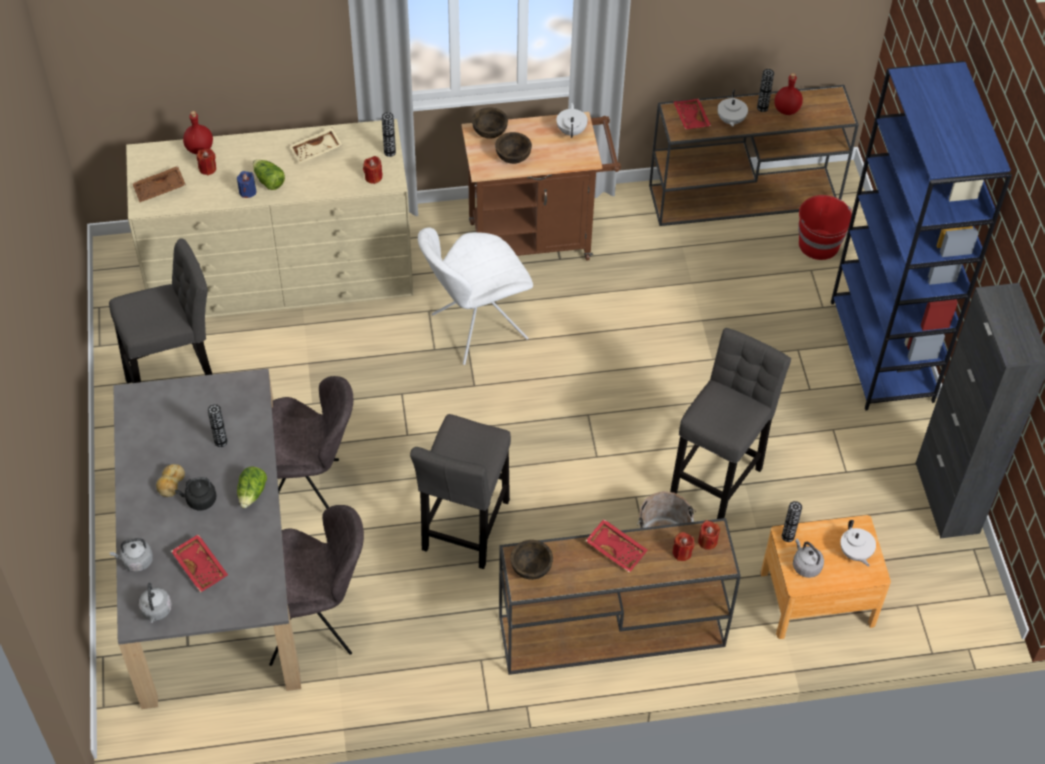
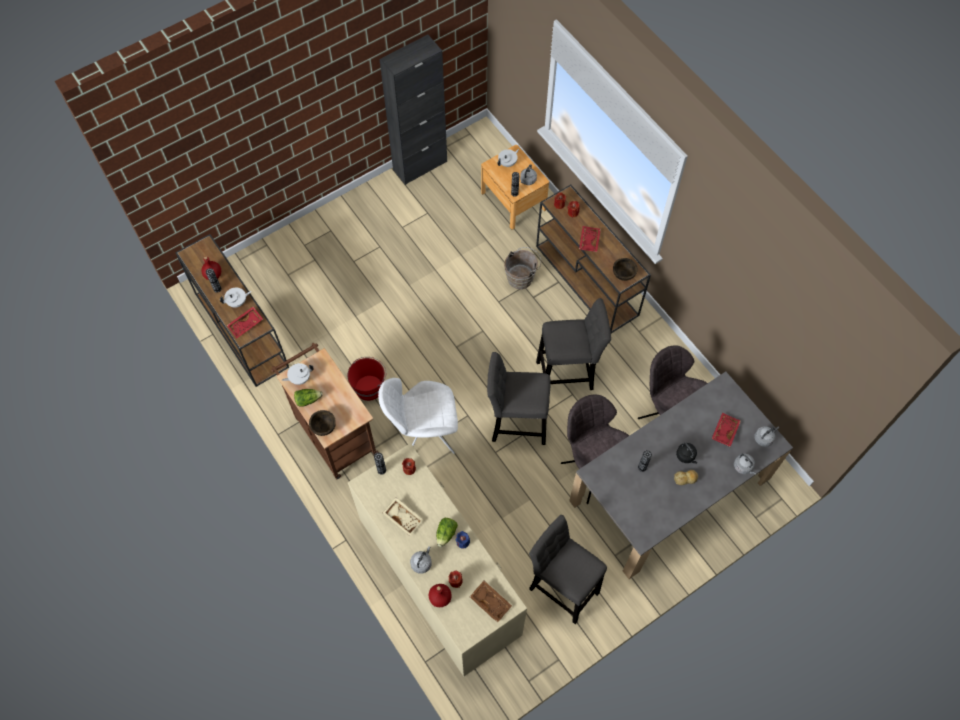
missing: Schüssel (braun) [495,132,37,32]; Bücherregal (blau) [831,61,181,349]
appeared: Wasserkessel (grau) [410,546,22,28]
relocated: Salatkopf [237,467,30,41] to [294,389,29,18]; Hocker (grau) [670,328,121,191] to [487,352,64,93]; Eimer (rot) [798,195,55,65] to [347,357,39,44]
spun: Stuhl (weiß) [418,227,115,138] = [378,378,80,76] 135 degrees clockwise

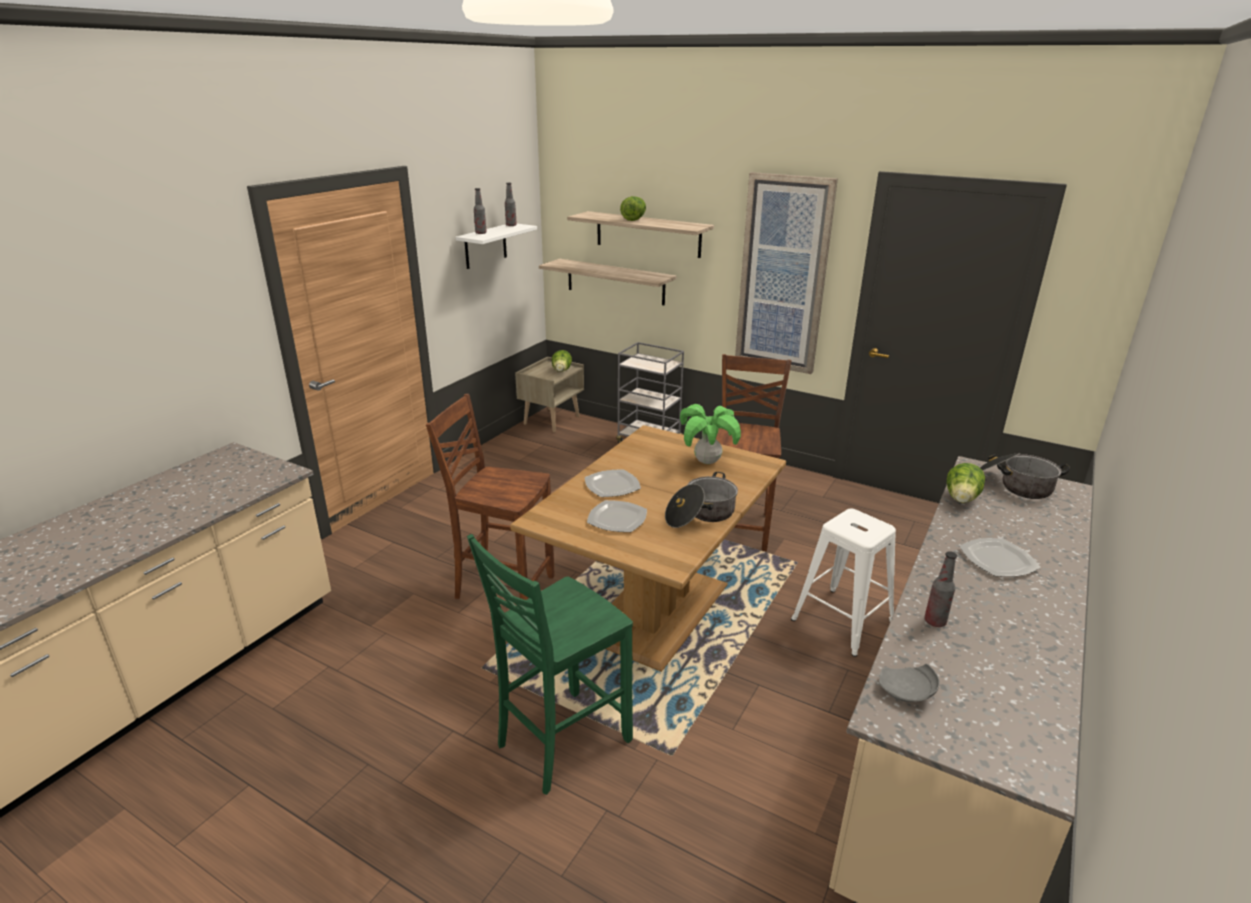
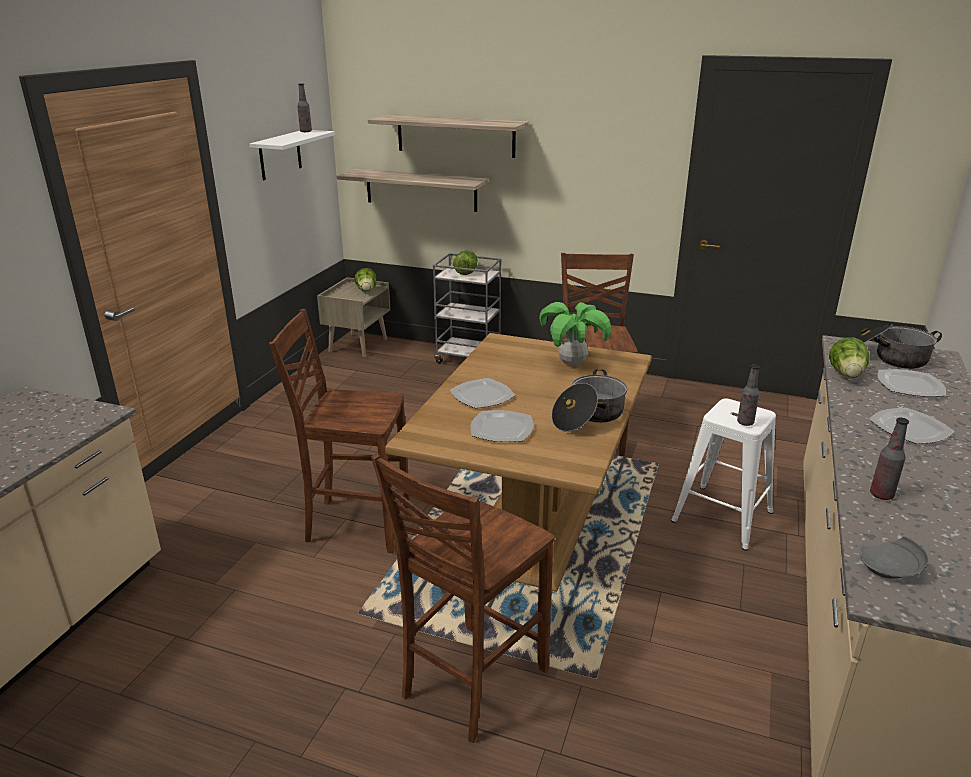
missing: Bild [735,172,103,202]
appeared: Teller [878,369,68,28]
relocated: Flasche [474,188,13,46] to [737,365,23,61]; Salatkopf [620,196,26,25] to [453,250,25,25]
colour: Stuhl (grün) [467,534,166,261] to Stuhl (braun) [371,454,184,289]

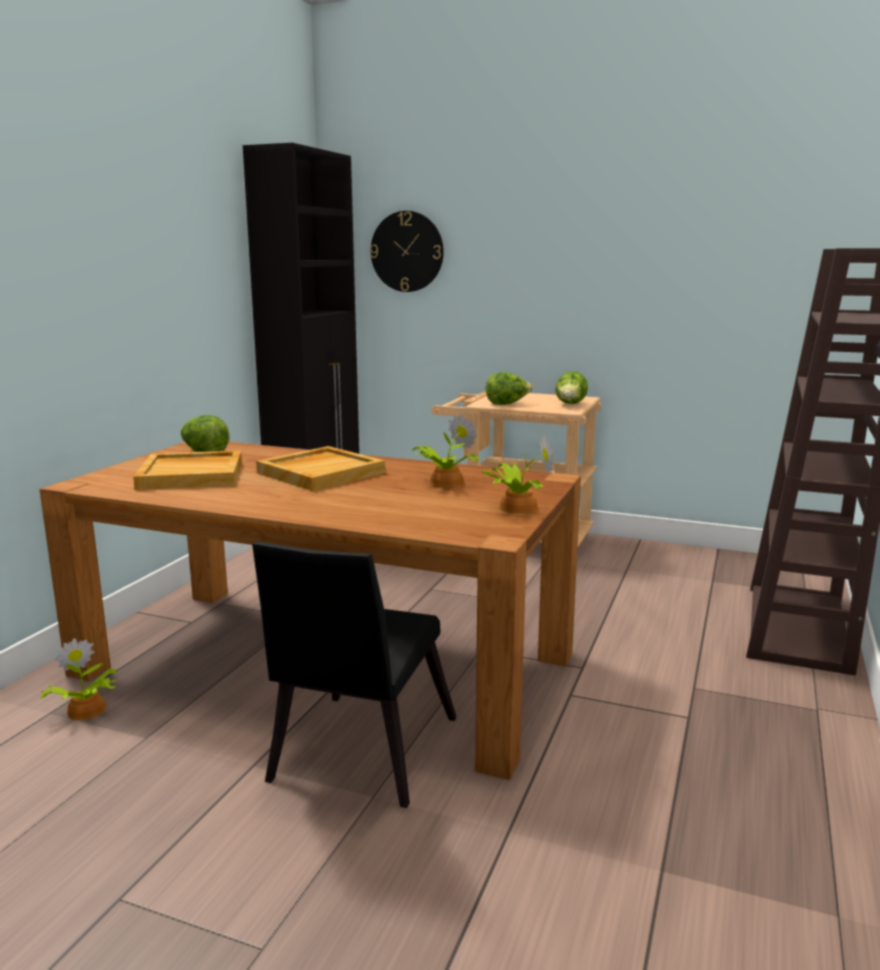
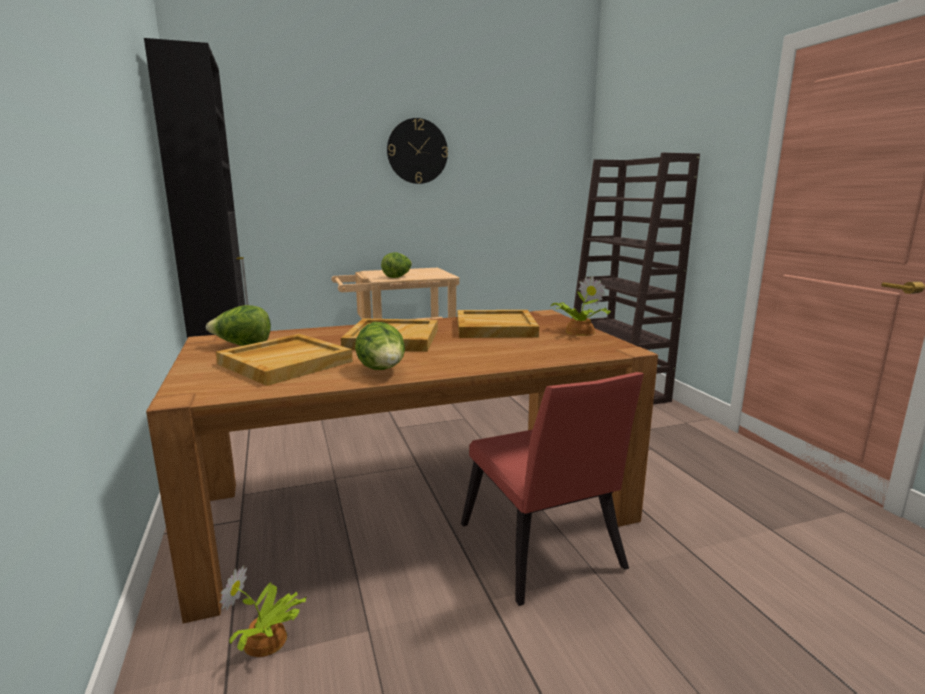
relocated: Wanduhr [370,211,74,81] to [387,118,61,66]; Salatkopf [555,371,33,33] to [355,322,50,48]
exchanged: Topfpflanze [412,414,68,74] to Tablett (beige) [457,310,82,28]
colour: Stuhl (schwarz) [252,541,205,267] to Stuhl (rot) [461,372,183,234]

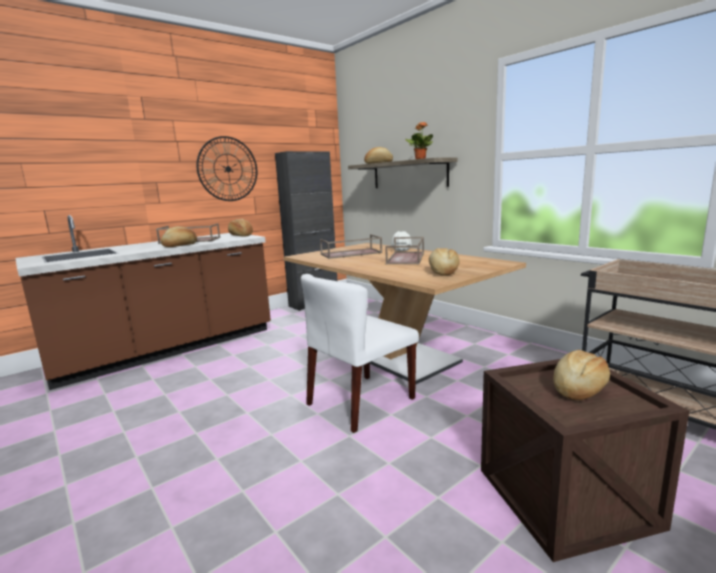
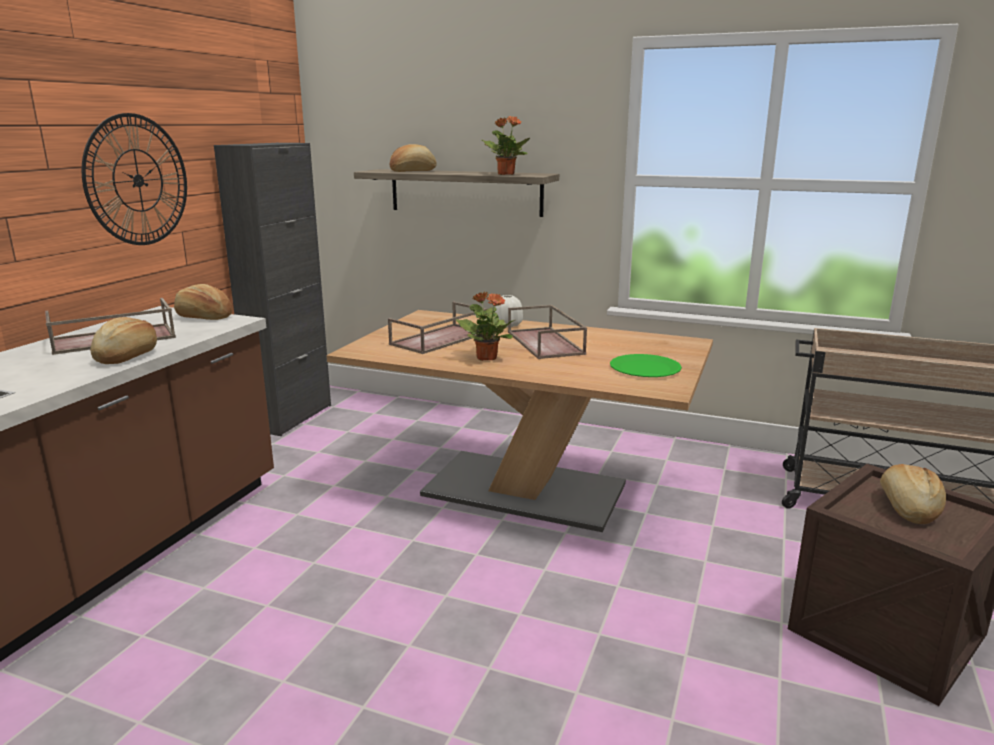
missing: Stuhl (weiß) [301,274,118,159]
appeared: Topfpflanze [456,292,59,69]
exchanged: Brot [429,248,31,28] to Teller (grün) [610,354,72,23]

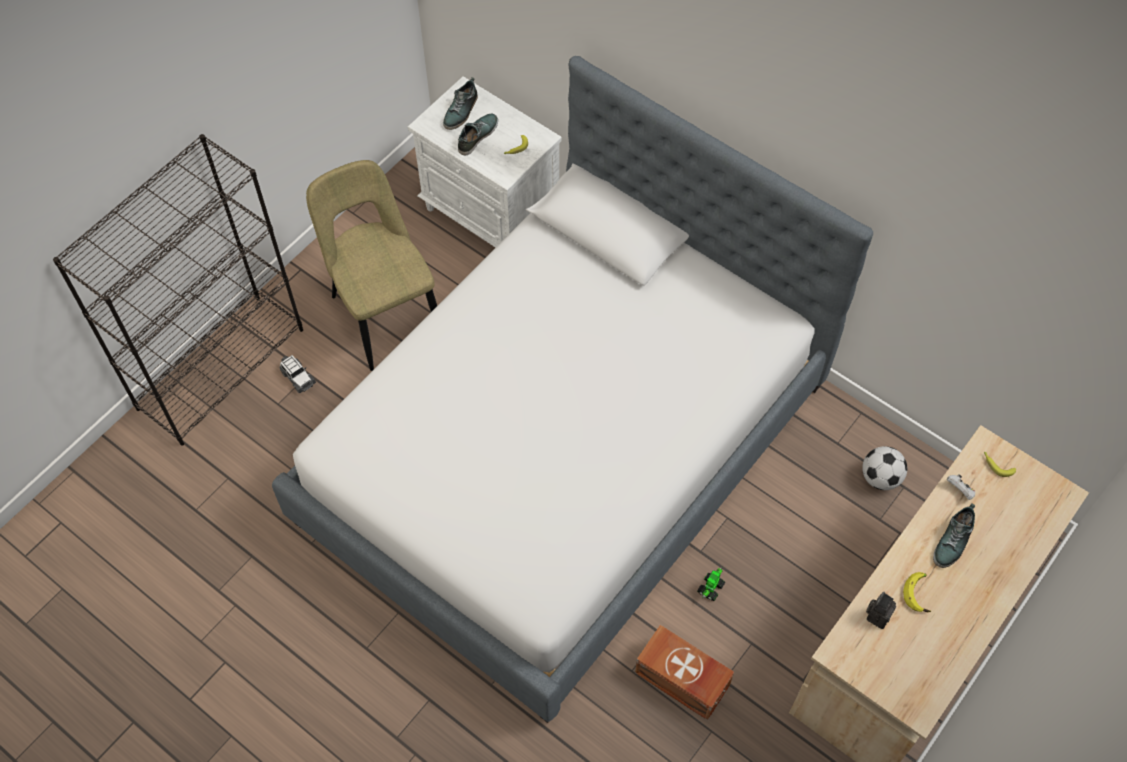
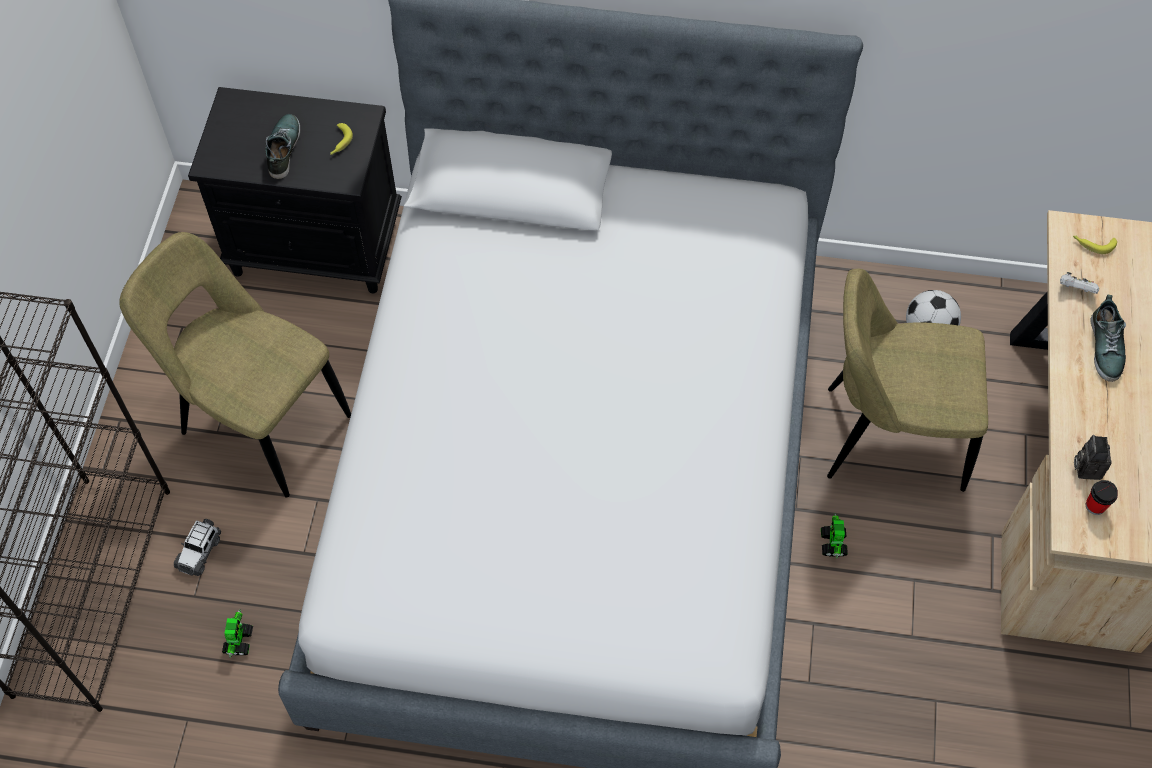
missing: Schuh [443,77,35,53]; Aufbewahrungsbox (braun) [635,625,99,95]; Banane [903,572,28,40]
appeared: Spielzeugroboter [222,609,31,49]; Stuhl (beige) [827,269,161,223]; Tasse [1086,480,32,35]
colour: Nachttisch (weiß) [408,76,154,172] to Nachttisch (schwarz) [188,87,214,206]
spun: Spielzeugauto [279,355,37,38] = [174,519,47,57] 90 degrees clockwise

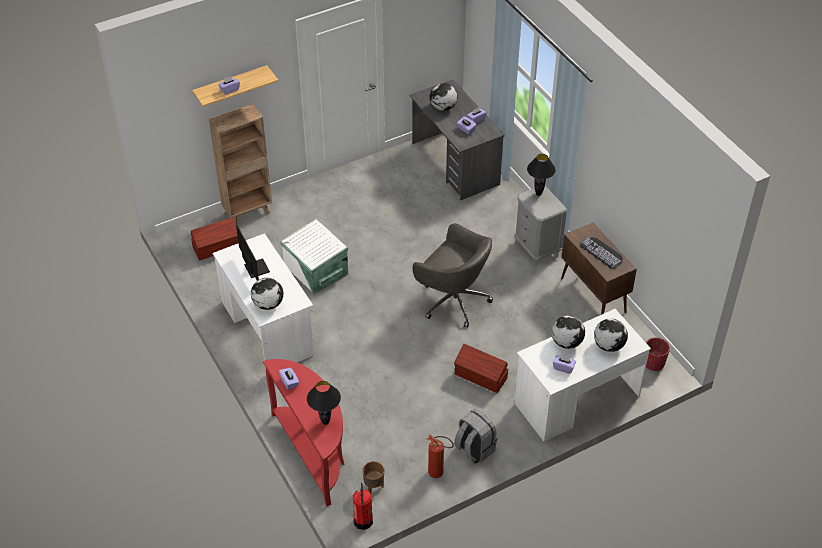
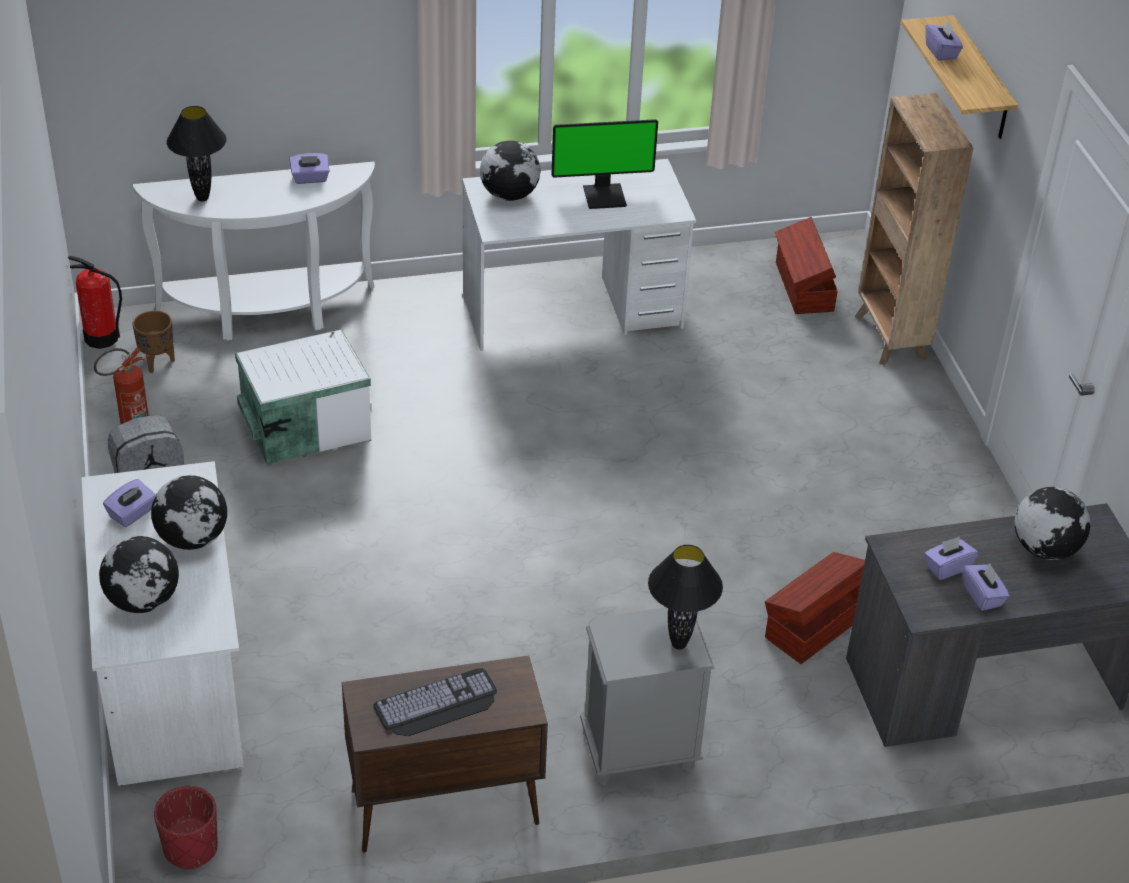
missing: Bürostuhl (grau) [412,223,81,105]
relocated: Aufbewahrungsbox (weiß) [281,219,67,75] to [235,329,137,137]; Aufbewahrungsbox (braun) [454,344,54,49] to [765,552,100,112]
colour: Konsolentisch (rot) [263,359,81,147] to Konsolentisch (weiß) [133,162,242,178]

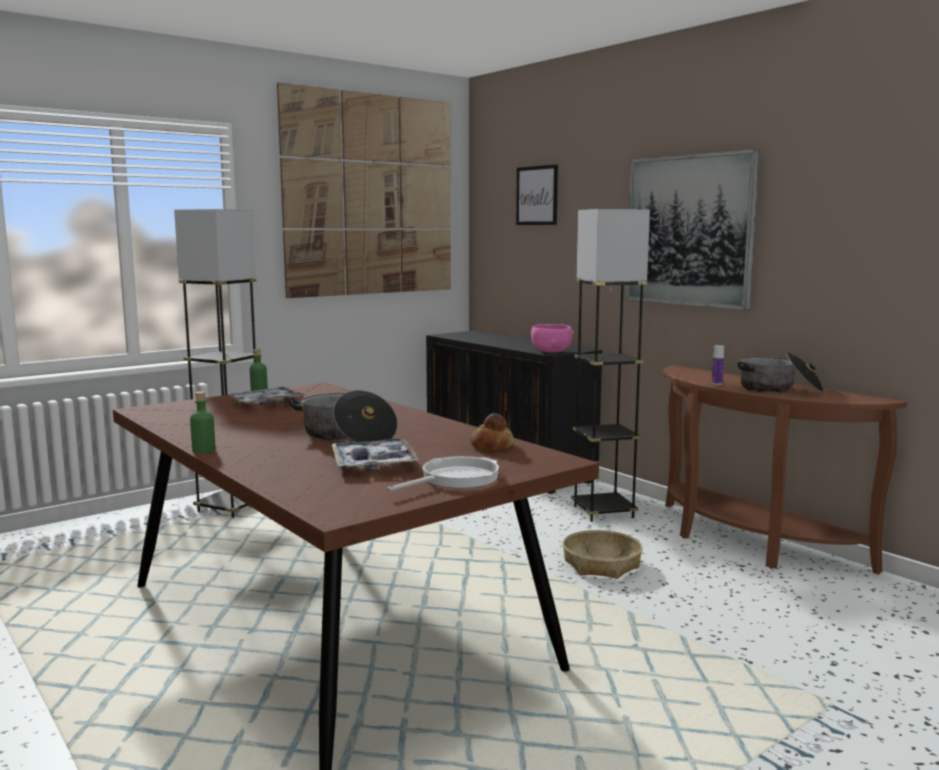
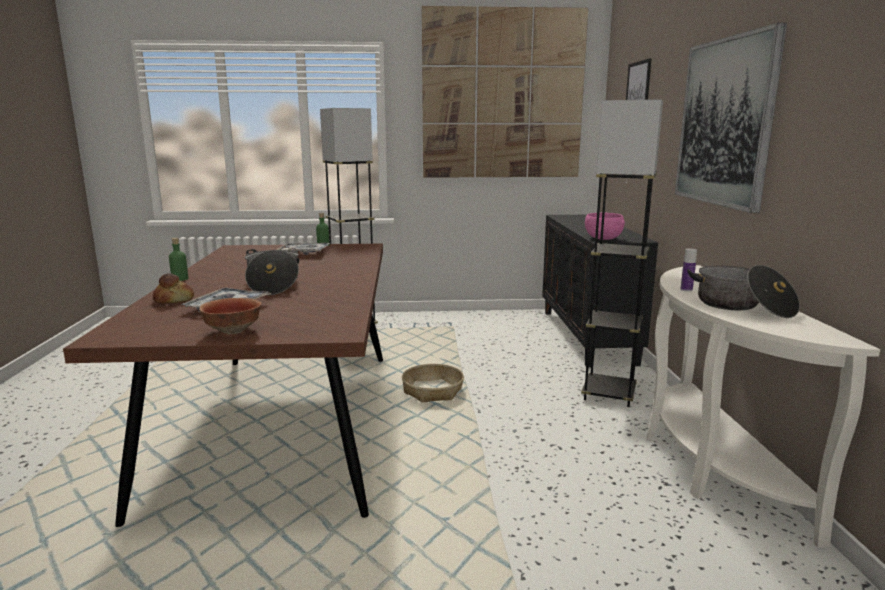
relocated: Brot [470,413,44,38] to [153,273,41,31]; Korb [562,530,81,49] to [402,364,62,38]
exchanged: Pfanne [386,456,113,36] to Schüssel [199,298,63,37]
colour: Konsolentisch (braun) [663,365,244,209] to Konsolentisch (weiß) [646,265,234,284]

